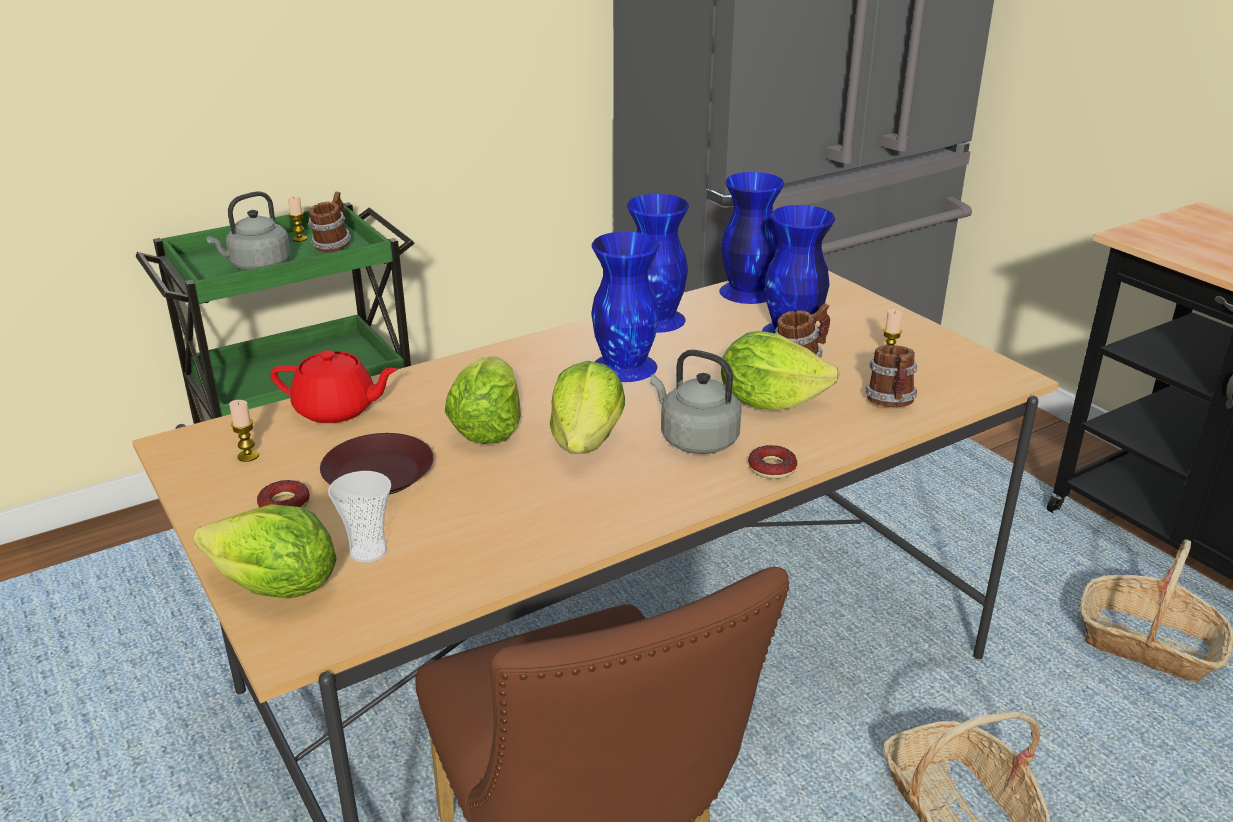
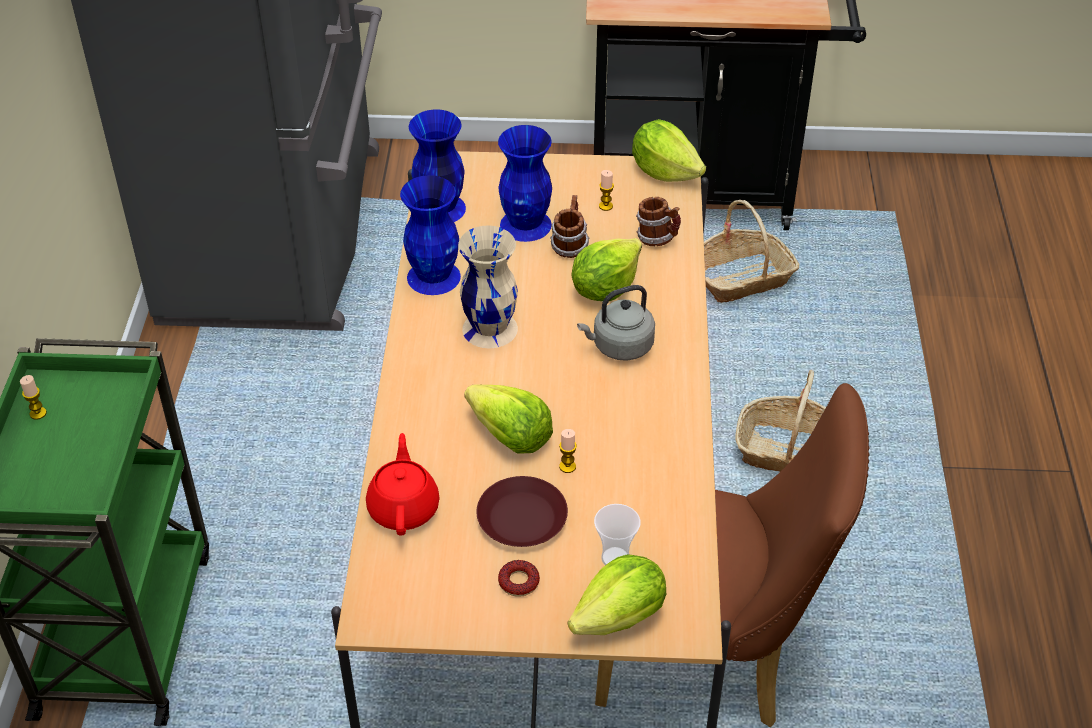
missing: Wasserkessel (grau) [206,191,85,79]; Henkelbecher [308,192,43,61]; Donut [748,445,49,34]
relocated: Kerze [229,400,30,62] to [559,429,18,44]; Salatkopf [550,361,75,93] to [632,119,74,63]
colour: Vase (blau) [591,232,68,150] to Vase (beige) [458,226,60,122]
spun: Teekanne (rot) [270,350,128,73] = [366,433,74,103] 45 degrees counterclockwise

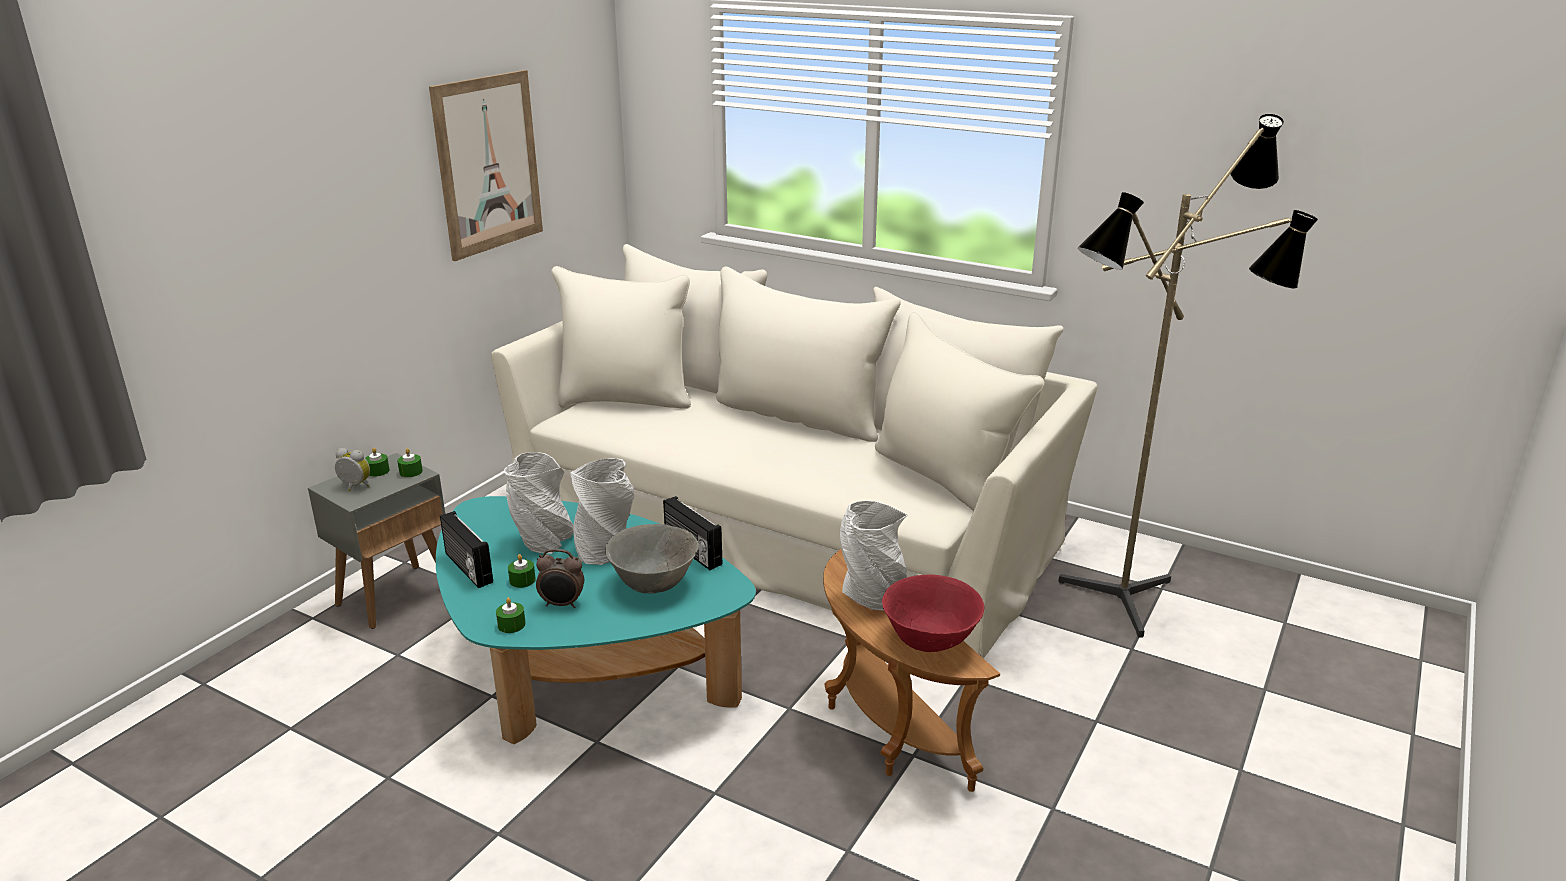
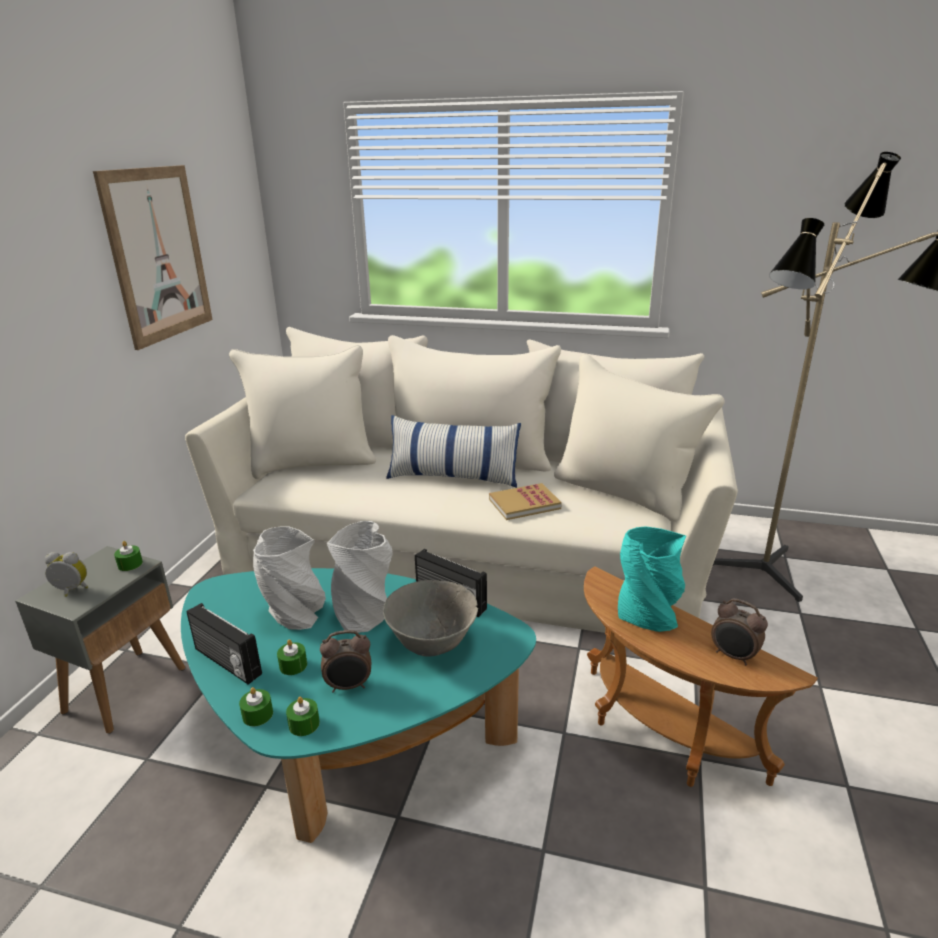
appeared: Kissen [386,415,135,73]; Buch [489,483,73,37]
relocated: Kerze (grün) [365,448,25,29] to [239,687,34,39]
exchanged: Schüssel (rot) [882,575,102,77] to Wecker [711,598,57,67]
colour: Vase (grau) [840,501,68,110] to Vase (türkis) [618,526,68,106]

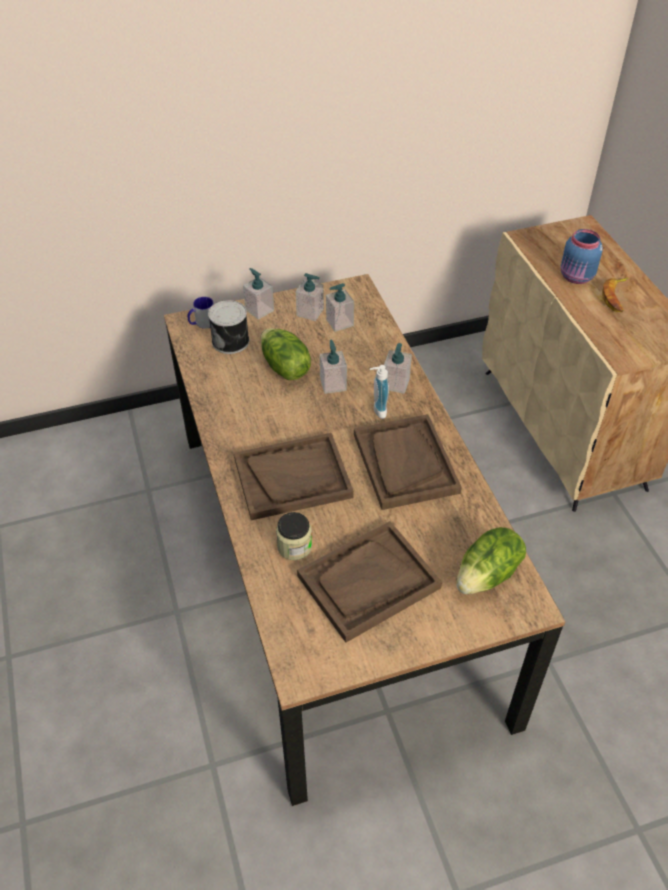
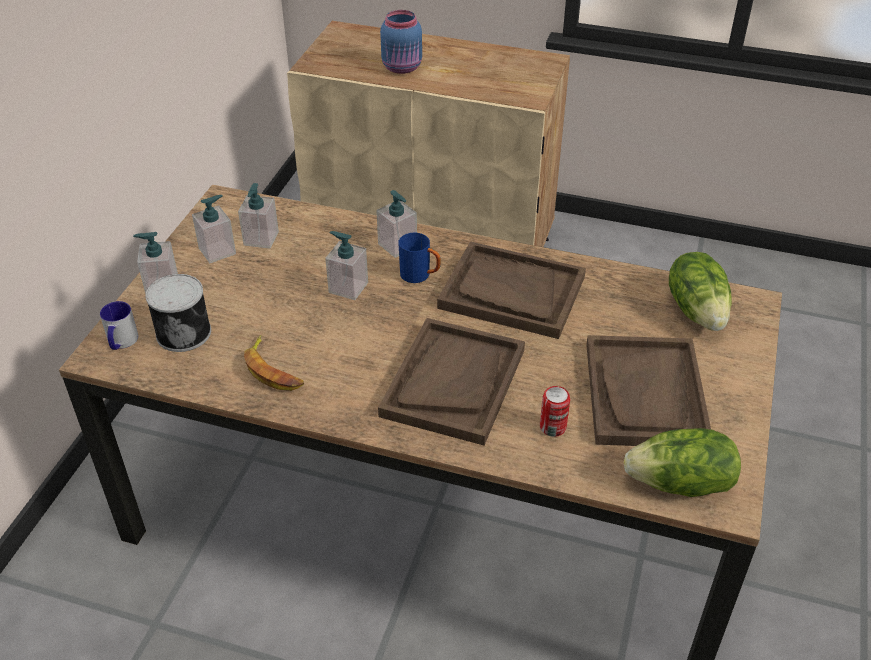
relocated: Salatkopf [260,328,51,52] to [624,428,117,69]; Banane [602,278,27,34] to [244,335,60,56]
exchanged: Vorratsglas [276,512,36,48] to Dose [540,386,30,51]; Seifenspender [370,365,19,54] to Henkelbecher (blau) [398,233,43,50]

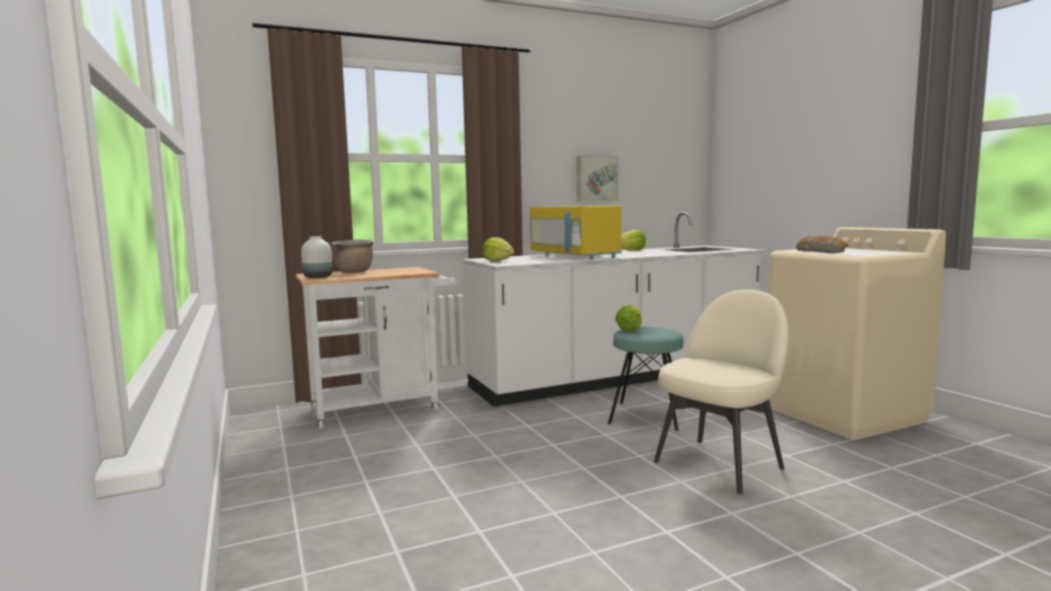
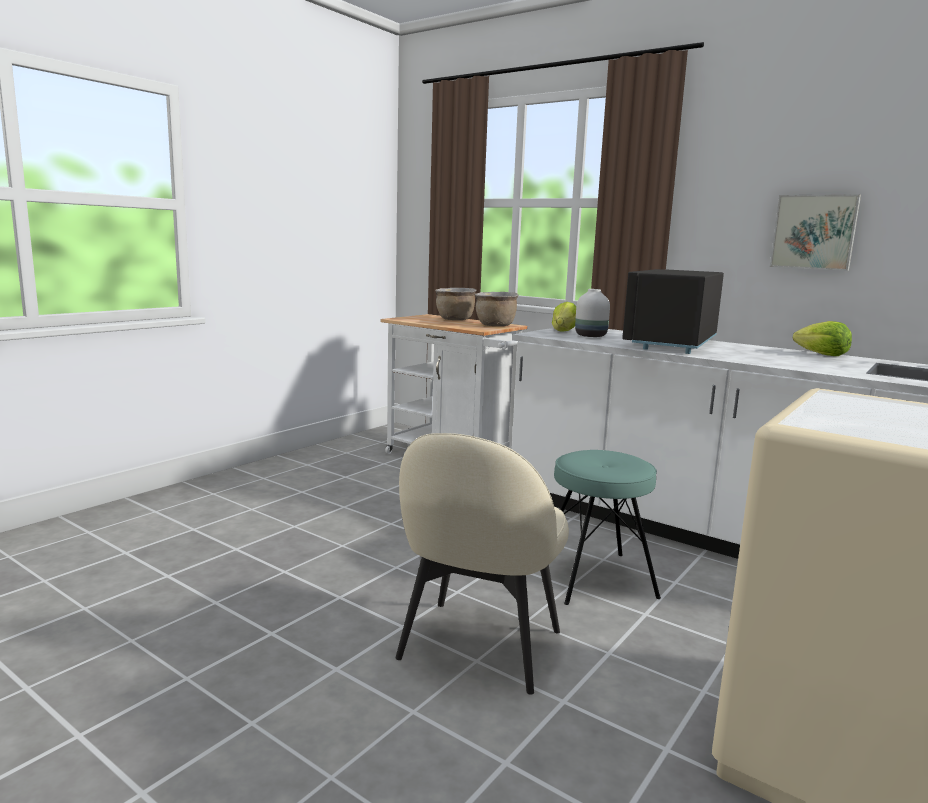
missing: Salatkopf [615,304,27,28]; Brot [796,236,52,17]
appeared: Kochtopf (braun) [475,292,44,34]
relocated: Vase (weiß) [301,236,32,42] to [575,289,35,48]
colour: Mikrowelle (gelb) [530,206,92,54] to Mikrowelle (schwarz) [622,269,102,85]
spun: Stuhl (beige) [654,289,135,205] = [395,433,174,262] 90 degrees clockwise

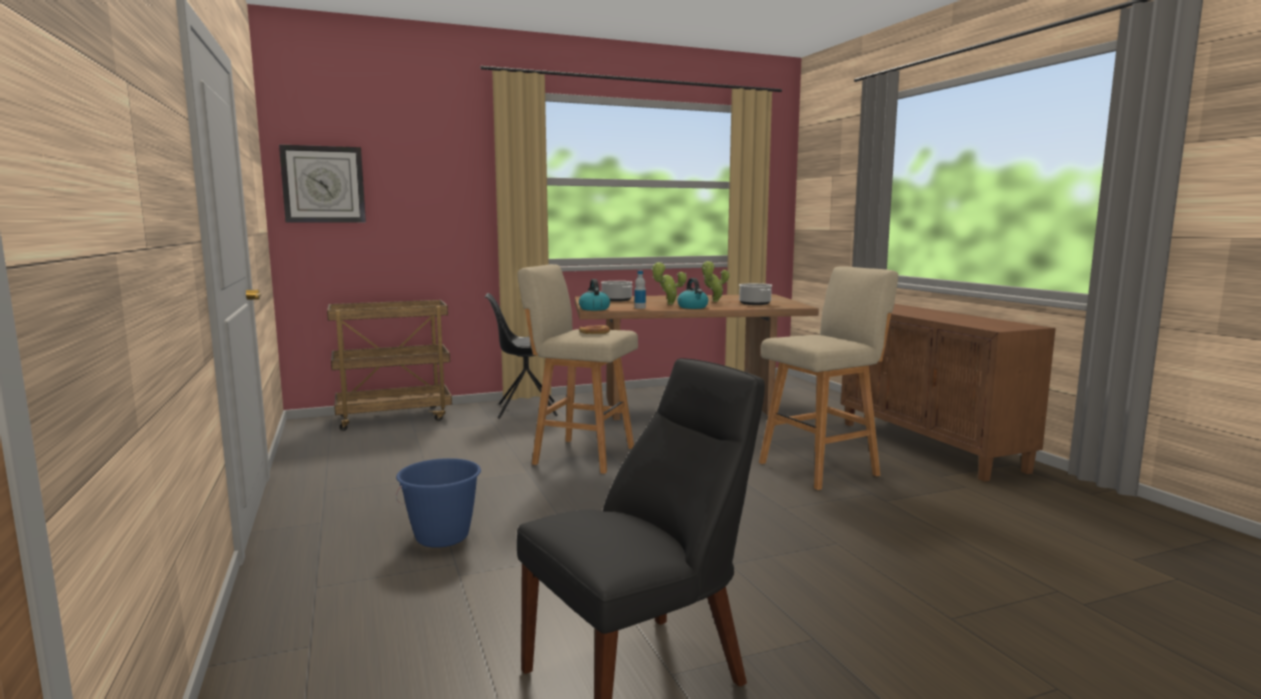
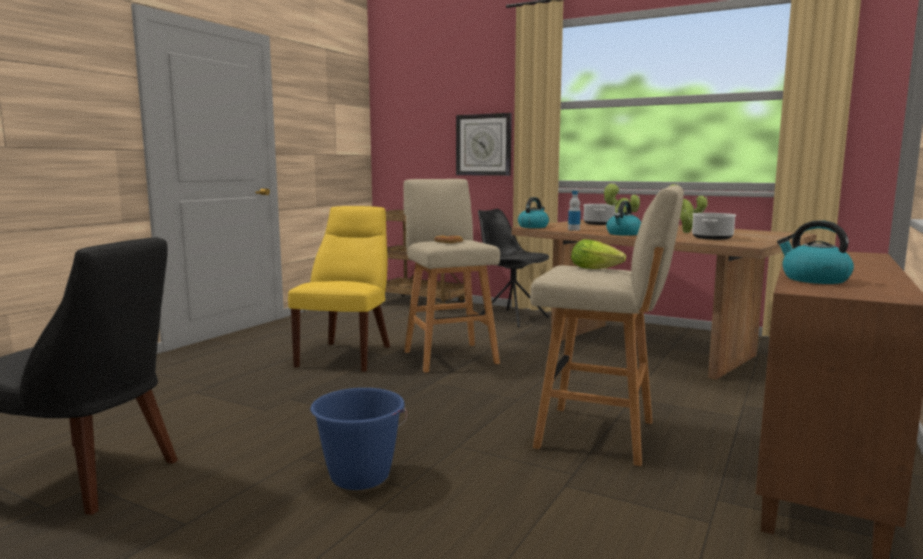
appeared: Stuhl (gelb) [288,206,102,166]; Salatkopf [571,239,55,30]; Wasserkessel [777,220,77,64]
relocated: Wanduhr [279,144,87,79] to [456,113,56,63]; Eimer (blau) [396,458,85,90] to [310,388,97,102]

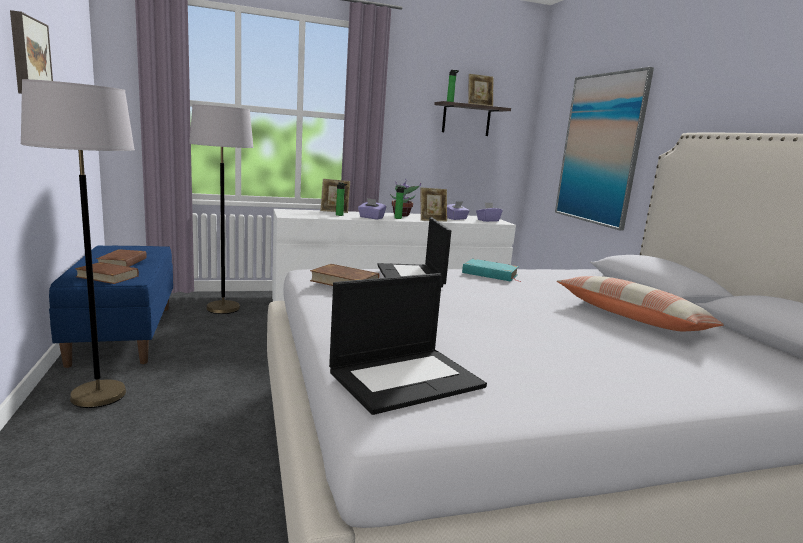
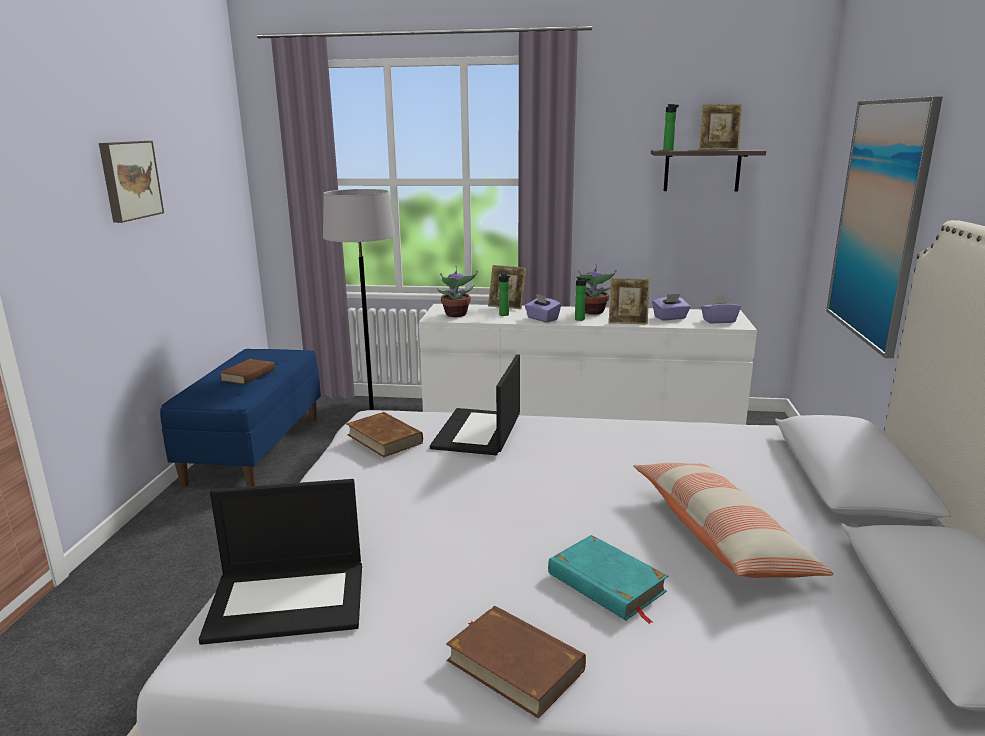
missing: Stehlampe (grau) [21,79,114,329]
appeared: Topfpflanze [437,266,41,51]
relocated: Buch (braun) [75,262,64,22] to [446,606,140,113]; Buch (türkis) [462,259,60,23] to [548,535,120,89]

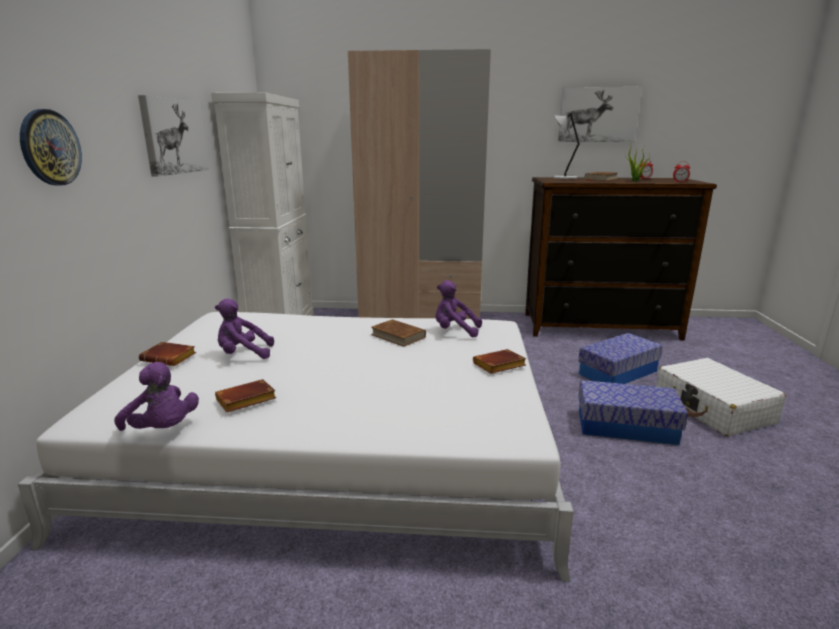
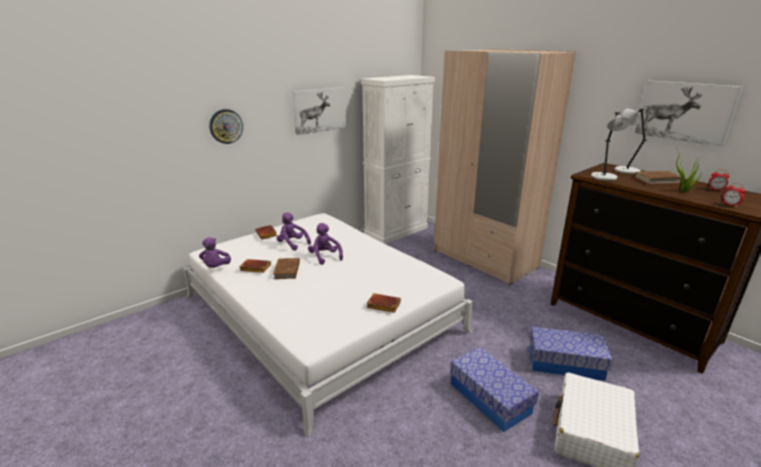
appeared: Tischlampe (grau) [591,112,40,69]
relocated: Buch (braun) [371,319,55,28] to [273,258,27,21]; Plüschtier (lila) [435,280,47,57] to [308,223,35,42]

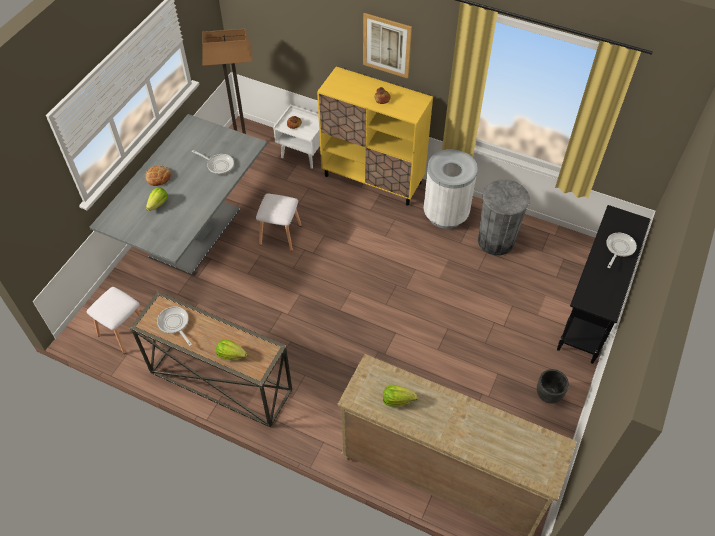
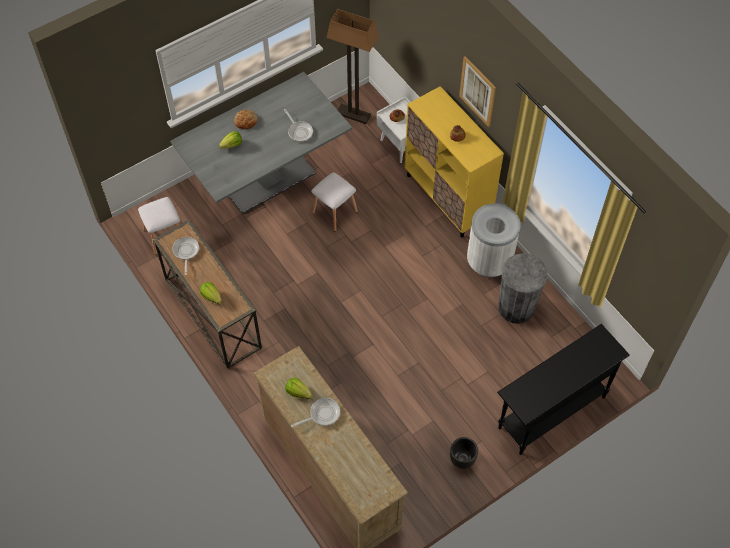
relocated: Pfanne [606,233,31,35] to [291,398,49,29]

